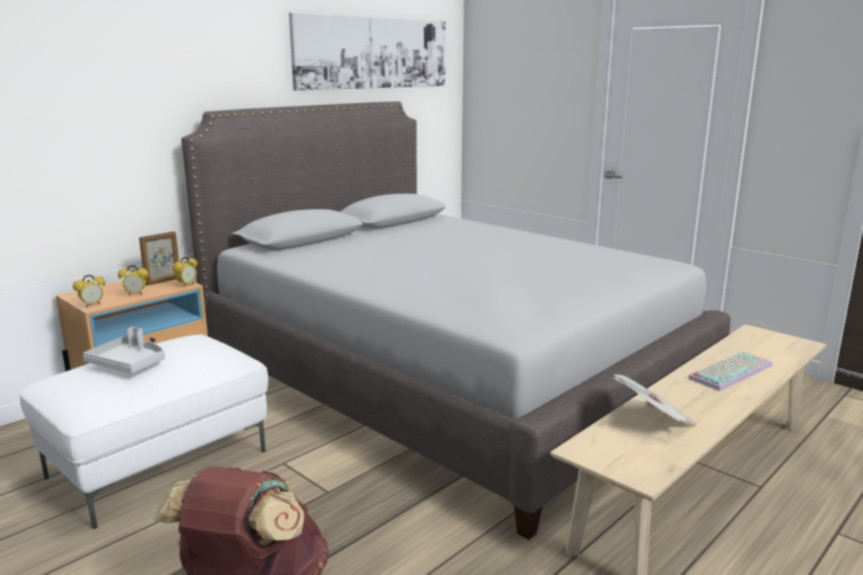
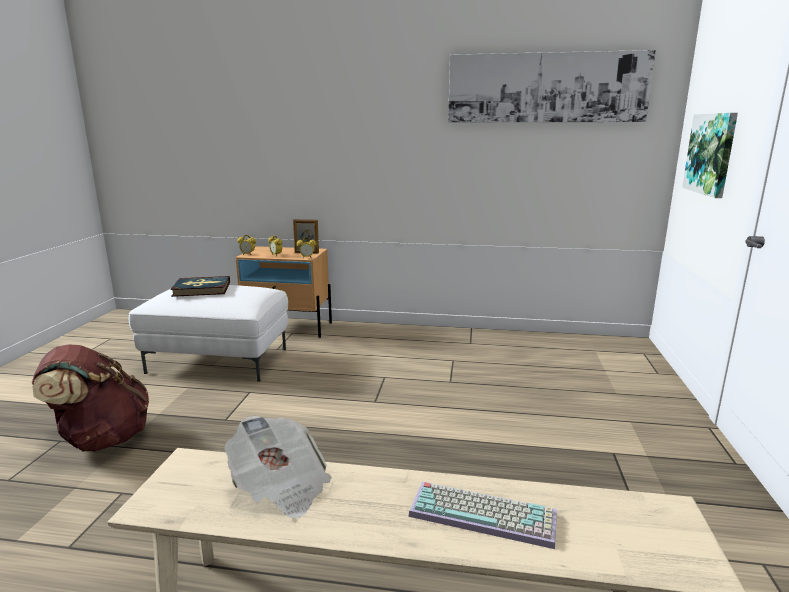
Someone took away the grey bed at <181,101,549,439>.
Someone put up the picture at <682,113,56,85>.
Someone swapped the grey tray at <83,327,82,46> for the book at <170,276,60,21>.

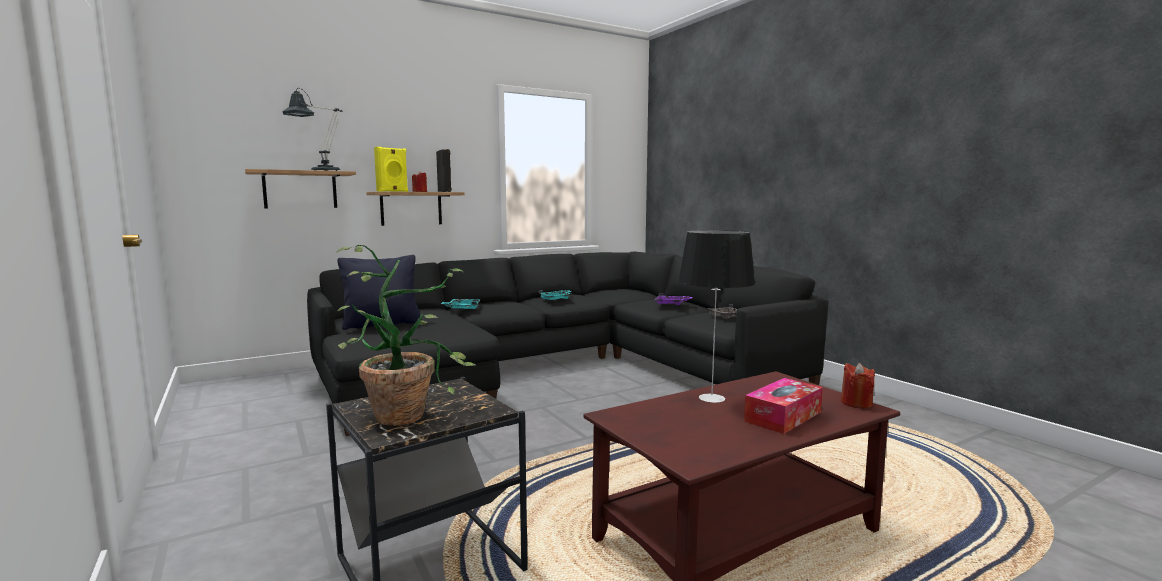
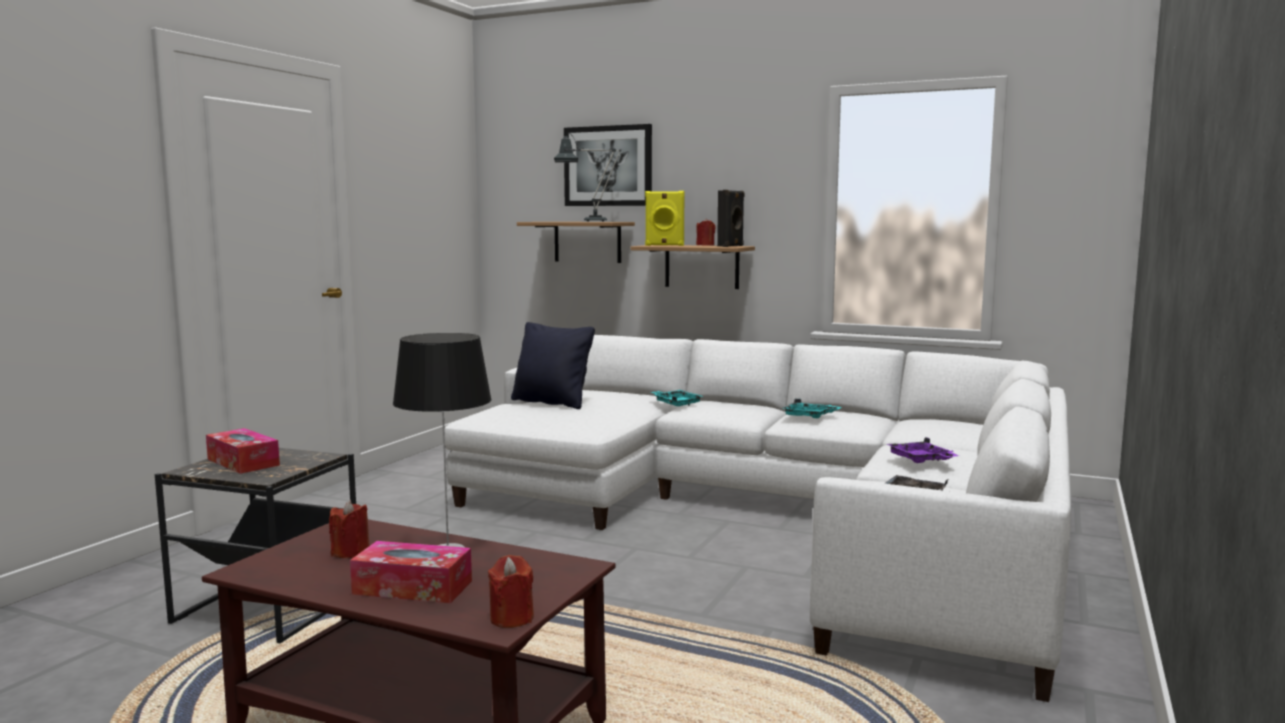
Someone put down the red candle at <329,500,41,58>.
Someone put up the picture at <564,124,88,82>.
Someone swapped the potted plant at <336,245,141,181> for the tissue box at <206,428,74,46>.
Someone repainted the black sofa at <307,252,521,184>, which became the white sofa at <445,335,626,367>.

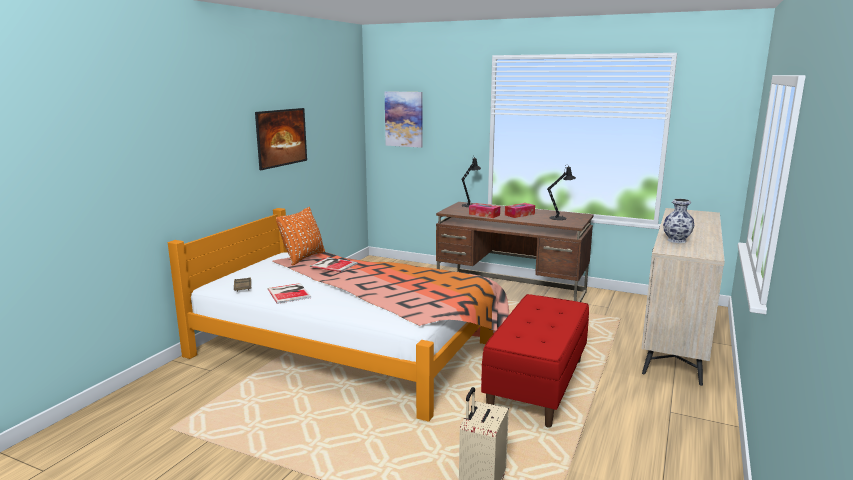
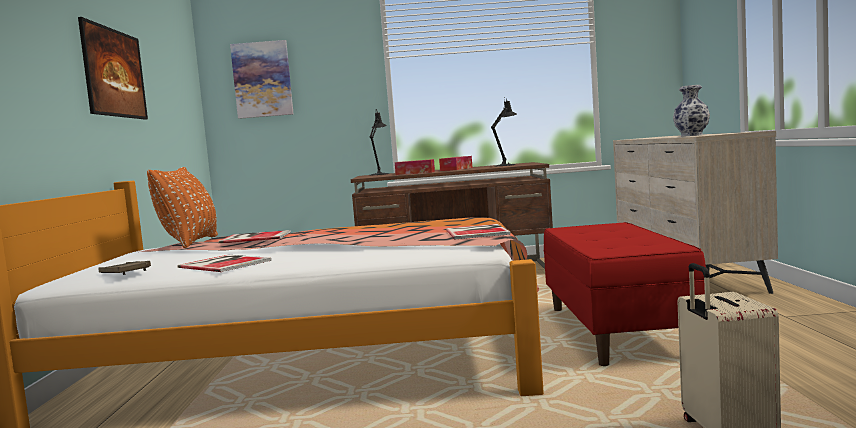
Someone put down the book at <446,224,65,15>.

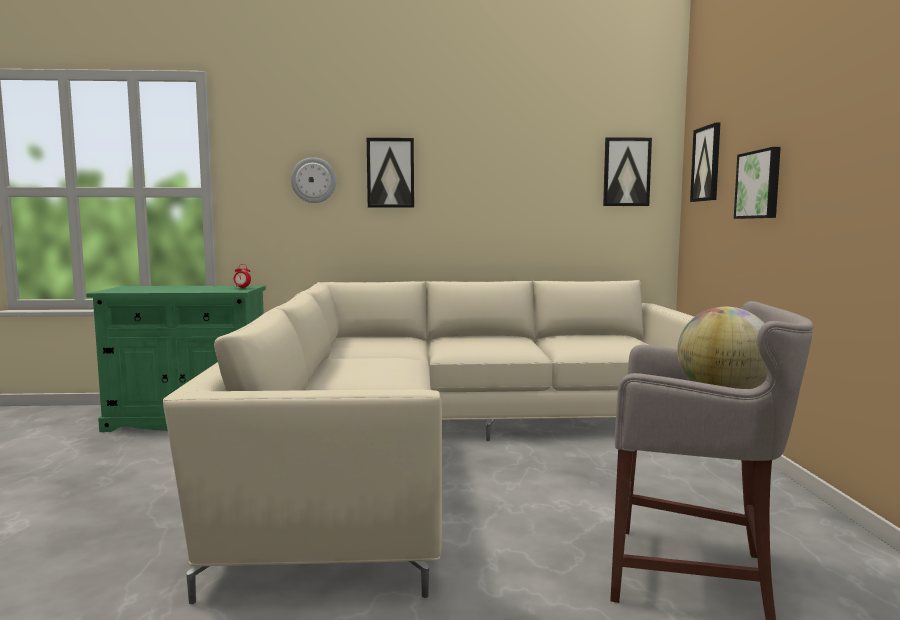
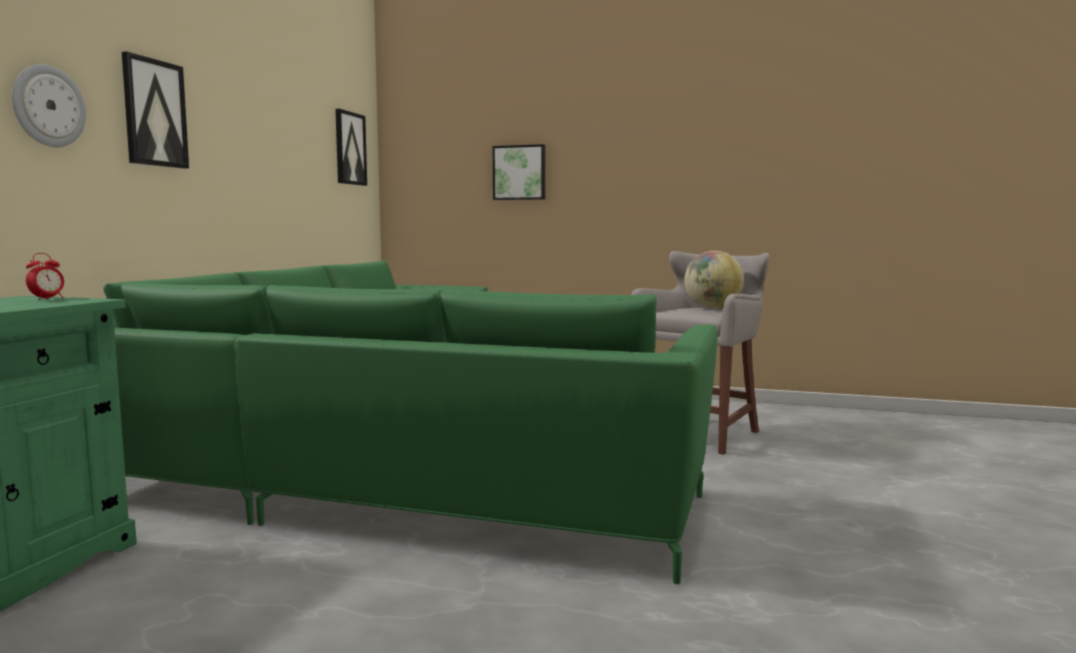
Someone took away the picture at <690,122,31,80>.
Someone repainted the beige sofa at <163,280,531,324>, which became the green sofa at <103,261,614,323>.

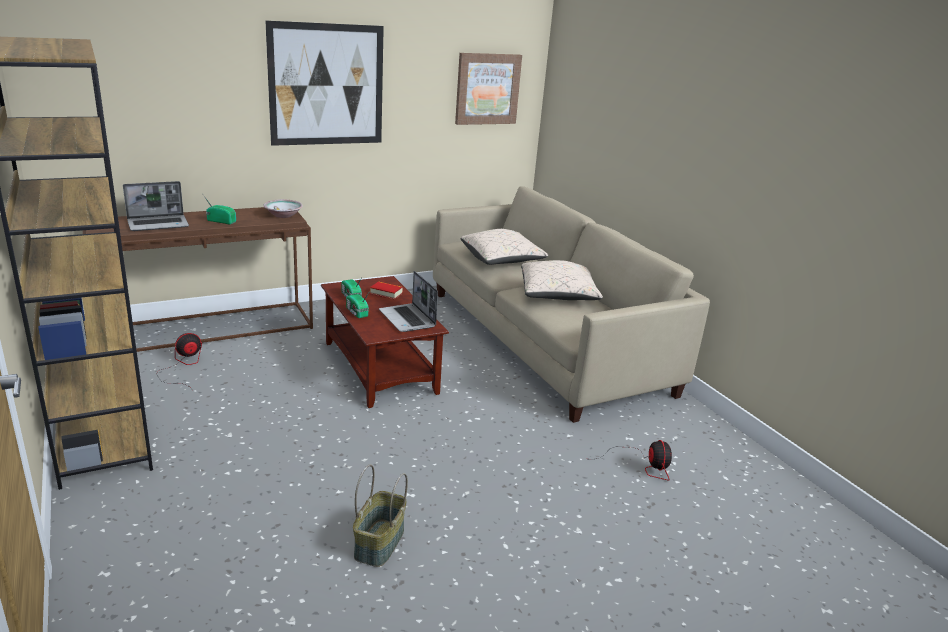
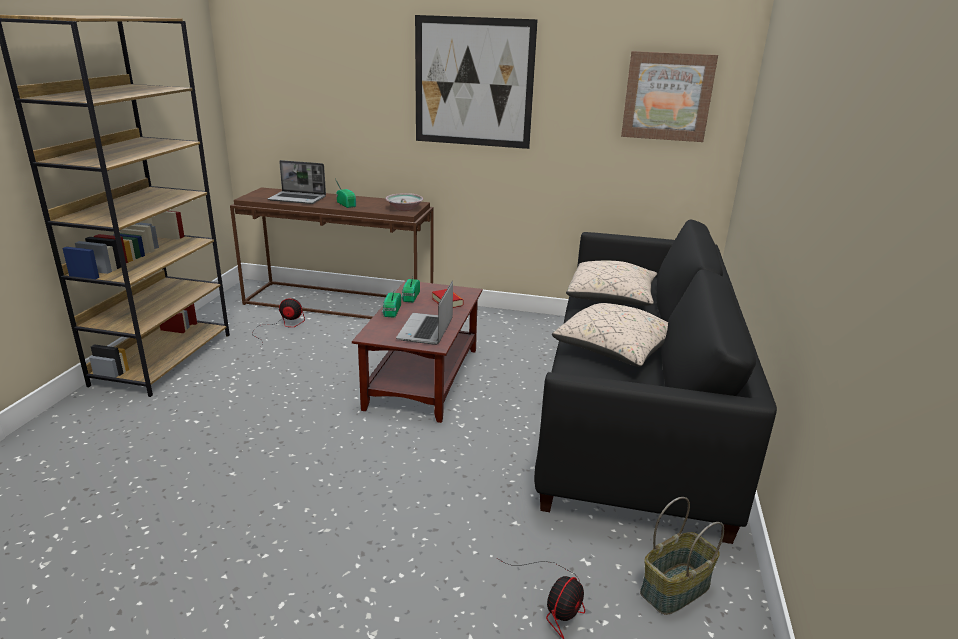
Someone carried the basket from <353,464,55,103> to <640,497,84,118>.
Someone repainted the beige sofa at <433,186,277,237>, which became the black sofa at <534,220,243,324>.

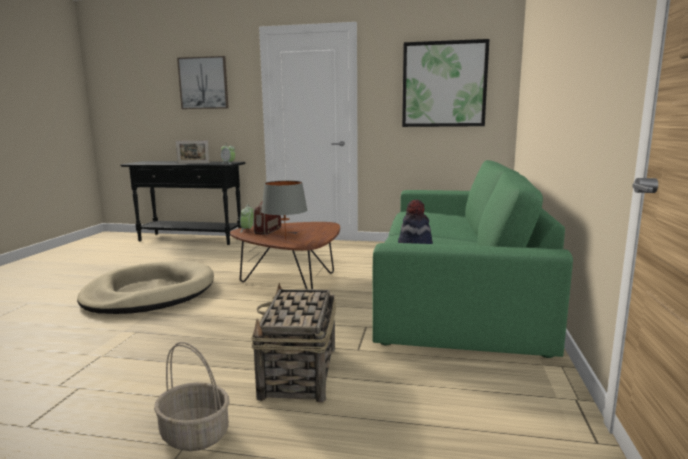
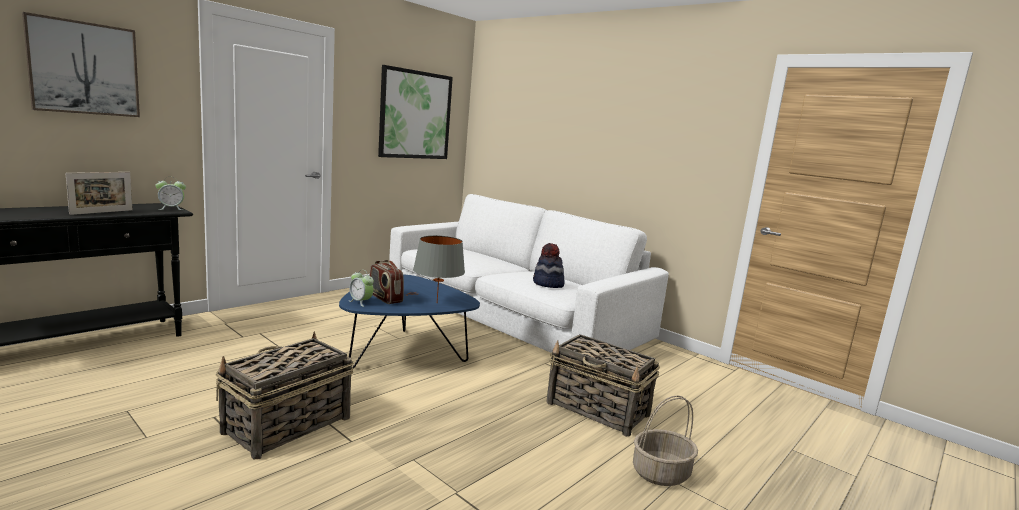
Someone swapped the beige dog bed at <77,261,137,53> for the basket at <216,331,137,128>.
Someone repainted the brown coffee table at <230,222,110,67>, which became the blue coffee table at <339,274,141,95>.
Someone repainted the green sofa at <372,160,201,198>, which became the white sofa at <389,194,280,159>.

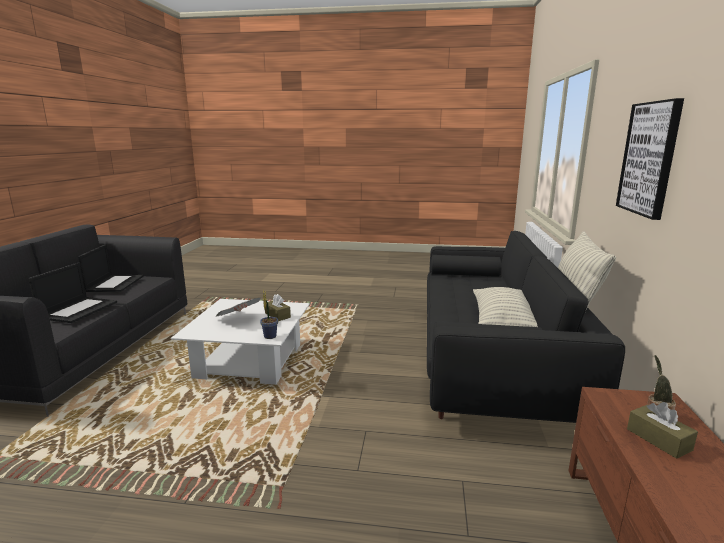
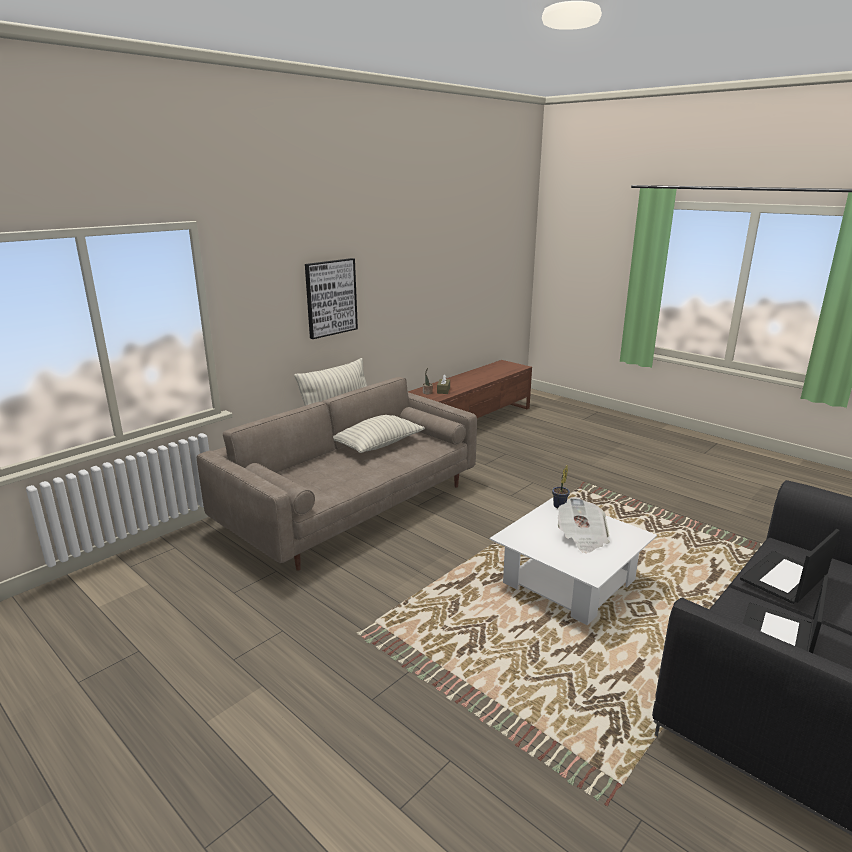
Someone took away the brown tissue box at <265,294,26,27>.
Someone repainted the black sofa at <427,231,198,192>, which became the beige sofa at <197,377,280,194>.

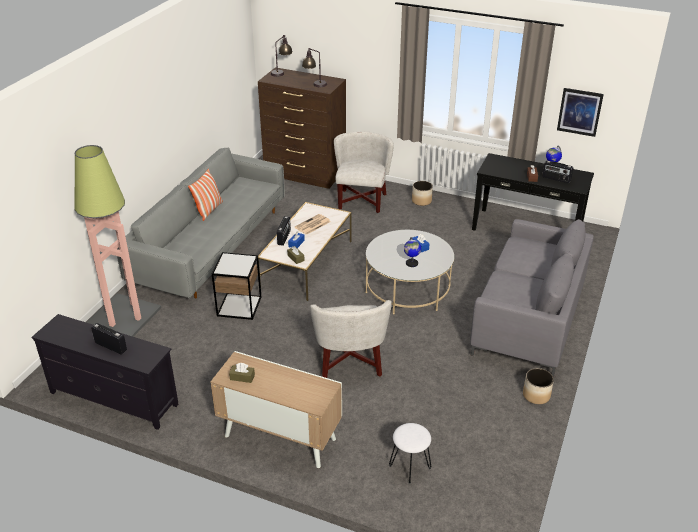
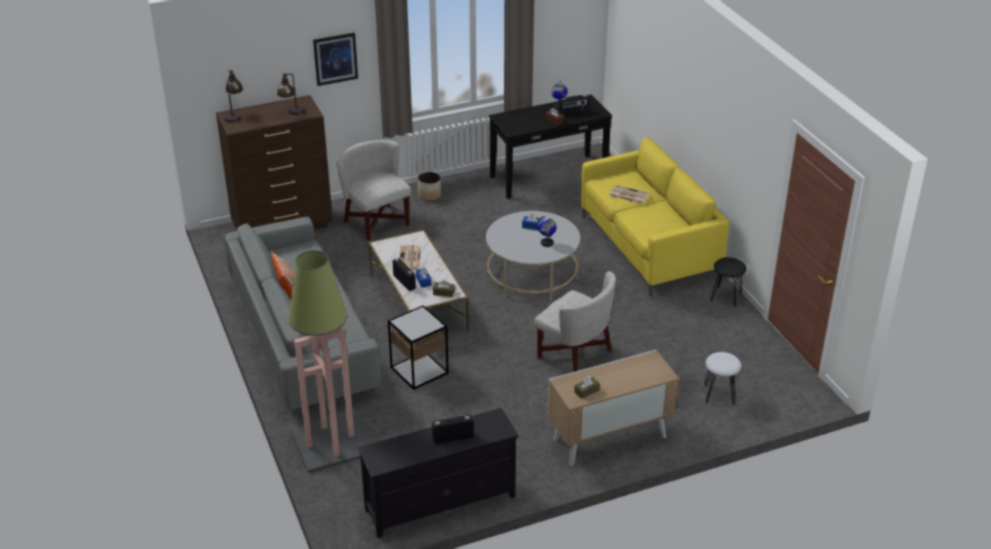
Someone put down the newspaper at <609,185,41,19>.
Someone carried the picture from <557,88,47,49> to <313,33,45,53>.
Someone swapped the planter at <523,368,31,36> for the black stool at <711,257,36,50>.
Someone repainted the grey sofa at <470,219,124,159>, which became the yellow sofa at <581,137,148,159>.

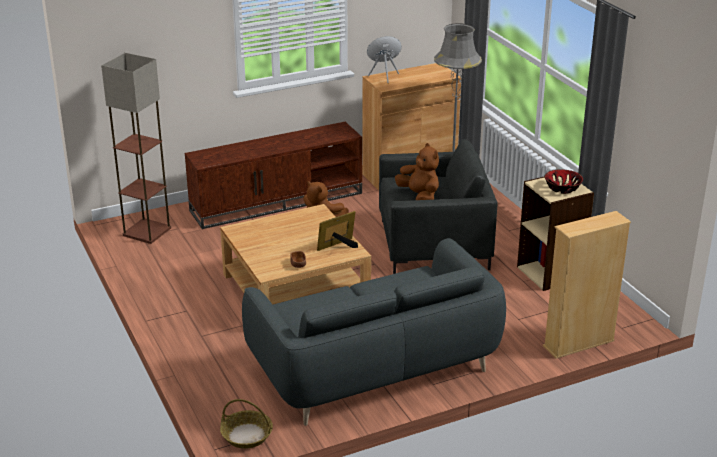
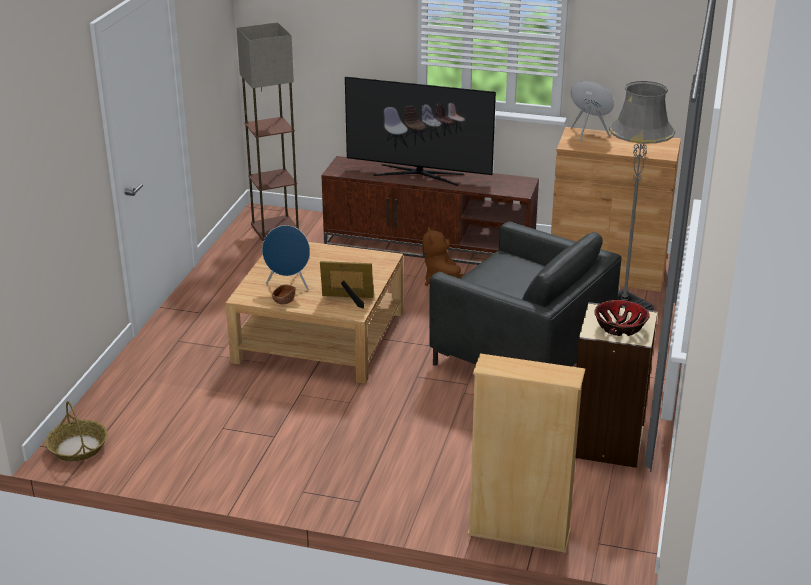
Someone took away the grey sofa at <242,238,264,188>.
Someone took away the brown plush toy at <395,143,44,57>.
Someone put down the blue speaker at <262,225,48,65>.
Someone put down the television at <345,77,151,109>.

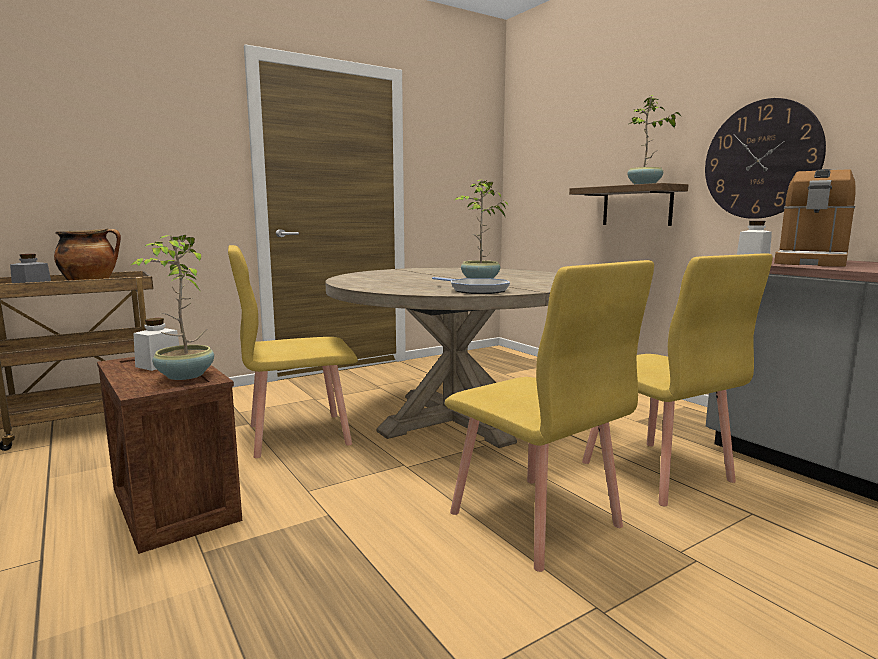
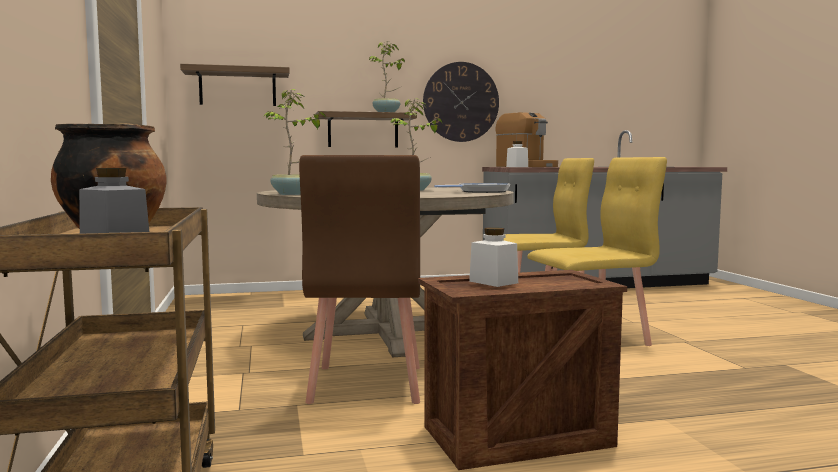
Someone put up the shelf at <180,64,110,42>.
Someone carried the potted plant from <131,235,83,145> to <264,89,62,106>.
Someone repainted the yellow chair at <228,245,130,213>, which became the brown chair at <299,155,121,249>.

